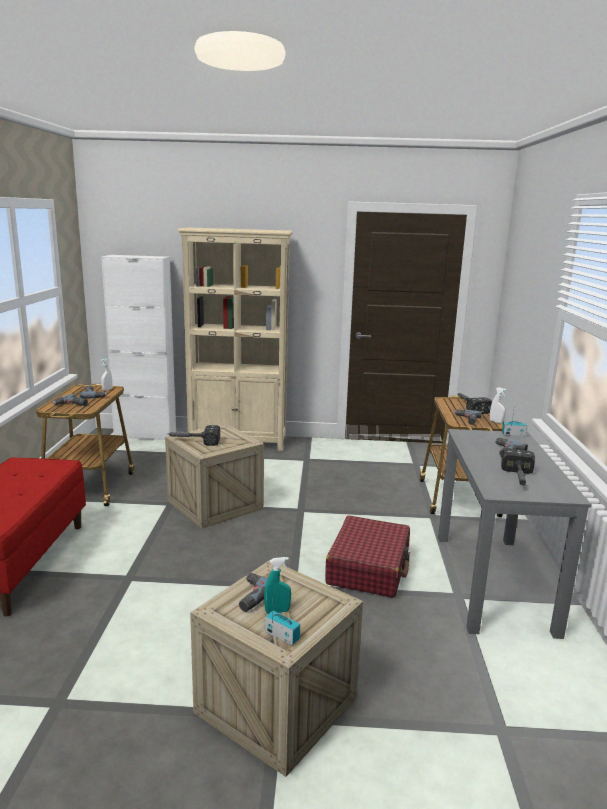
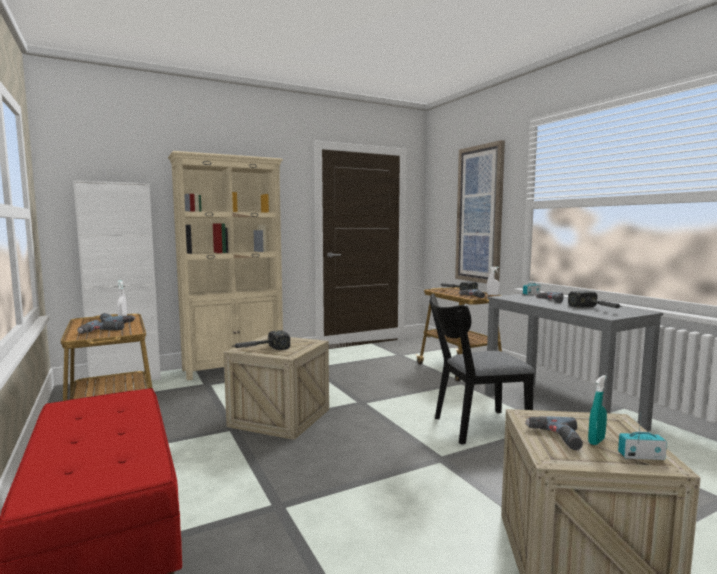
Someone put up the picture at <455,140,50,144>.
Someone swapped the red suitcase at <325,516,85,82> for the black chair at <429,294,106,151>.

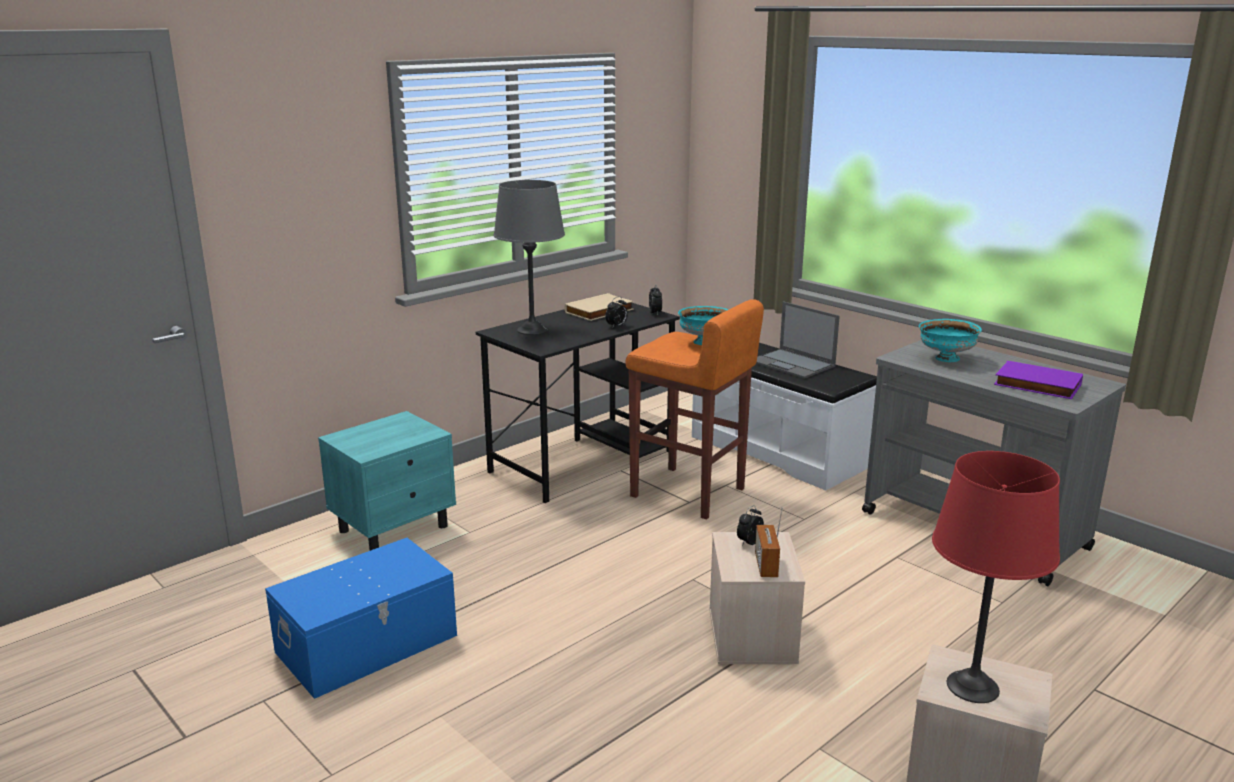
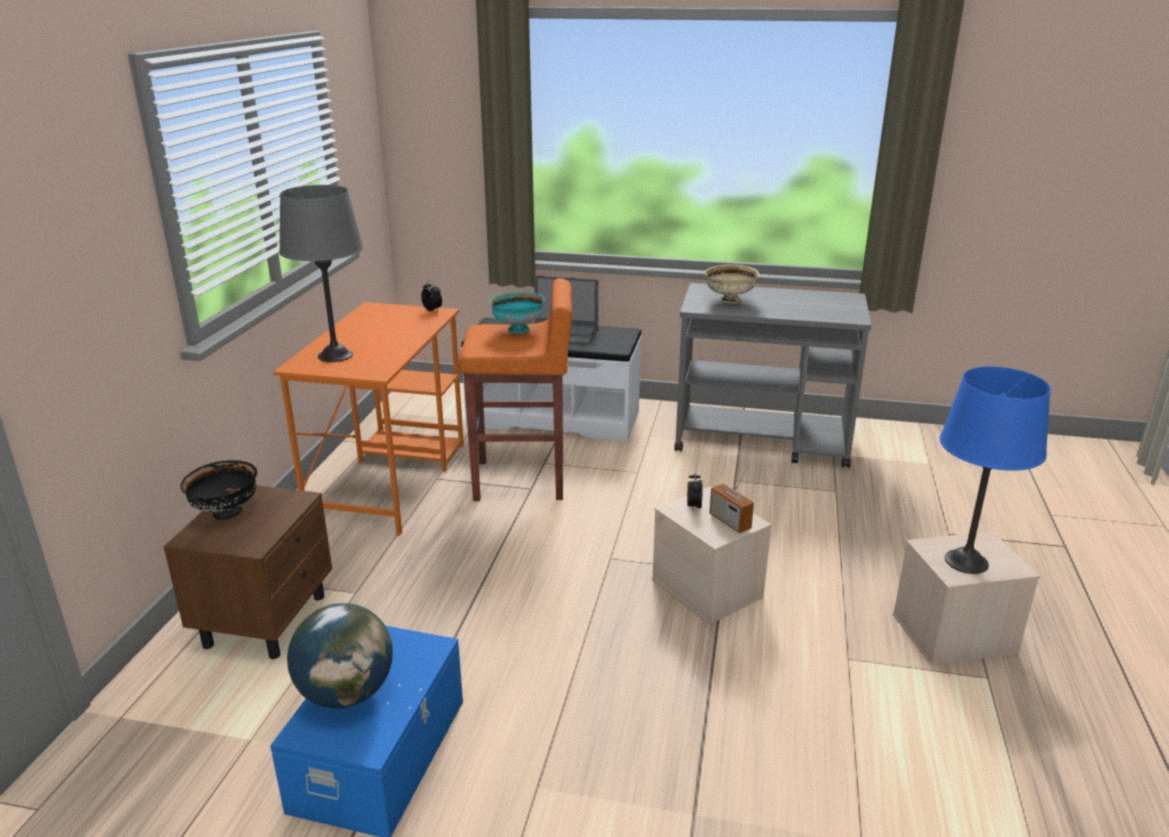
Someone took away the beige book at <565,293,69,28>.
Someone took away the alarm clock at <605,296,23,31>.
Someone took away the purple book at <994,361,89,38>.
Someone put down the black bowl at <181,460,76,60>.
Someone put down the globe at <287,603,106,106>.
Someone repainted the turquoise nightstand at <318,411,138,140>, which became the brown nightstand at <163,485,169,174>.
Someone repainted the black desk at <476,303,204,200>, which became the orange desk at <273,302,191,234>.
Someone repainted the turquoise bowl at <919,319,63,43>, which became the beige bowl at <705,264,54,40>.
Someone repainted the red table lamp at <932,451,128,252>, which became the blue table lamp at <940,366,111,208>.

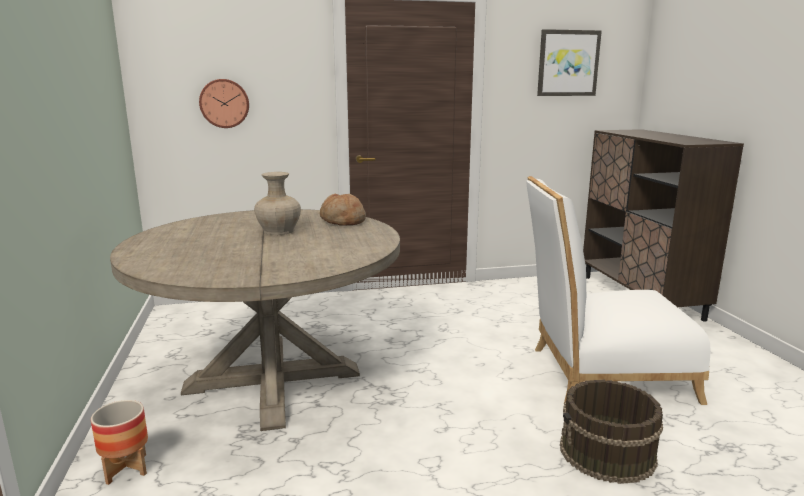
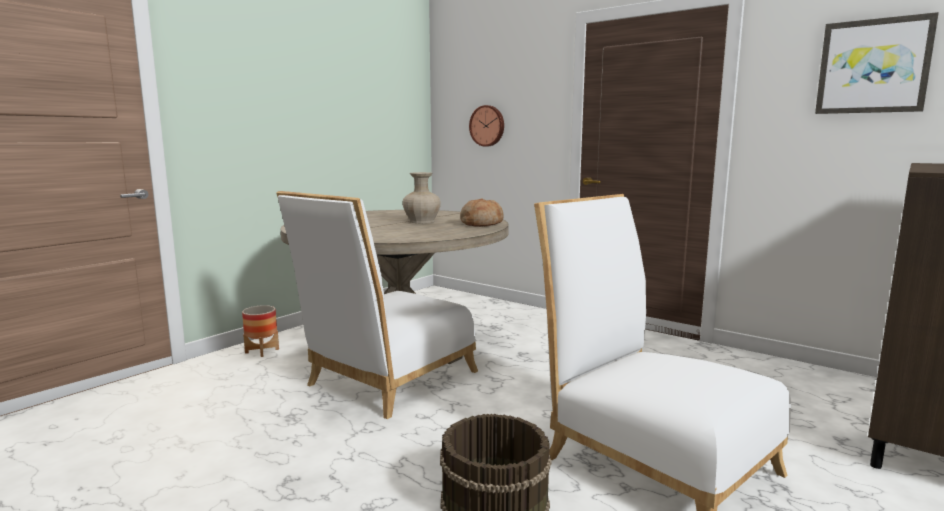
Someone put down the white chair at <277,191,201,228>.

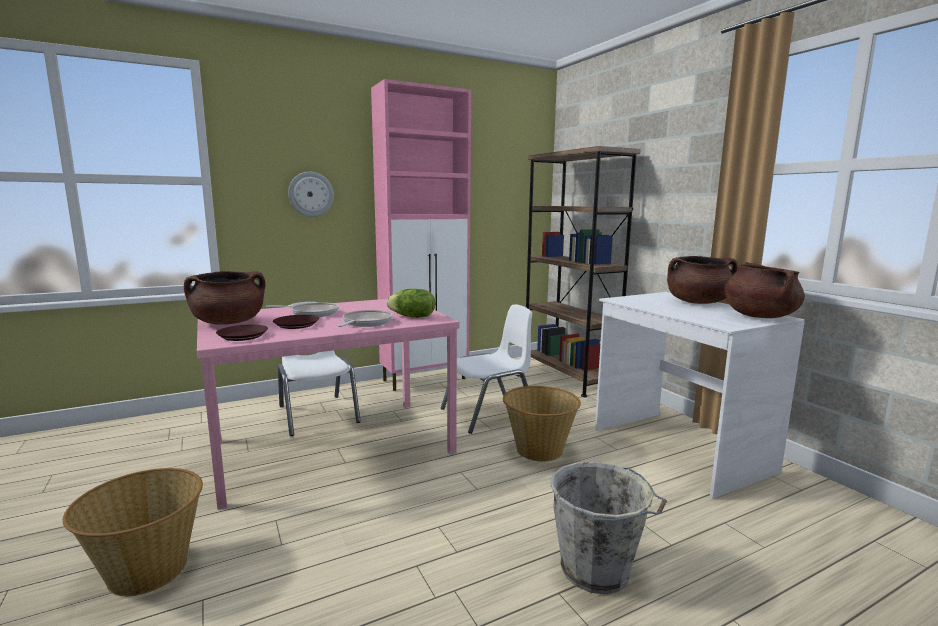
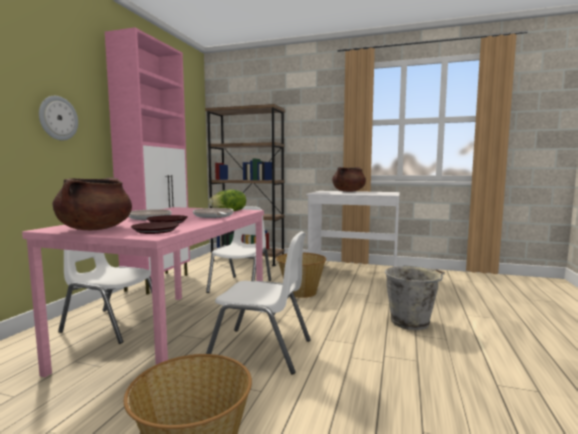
Someone took away the brown cooking pot at <724,262,81,56>.
Someone put down the white chair at <206,231,105,143>.

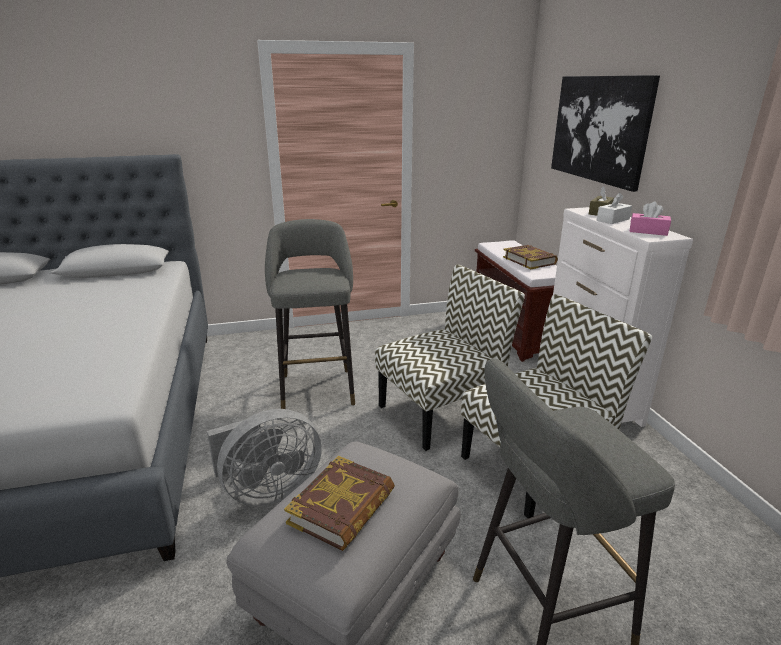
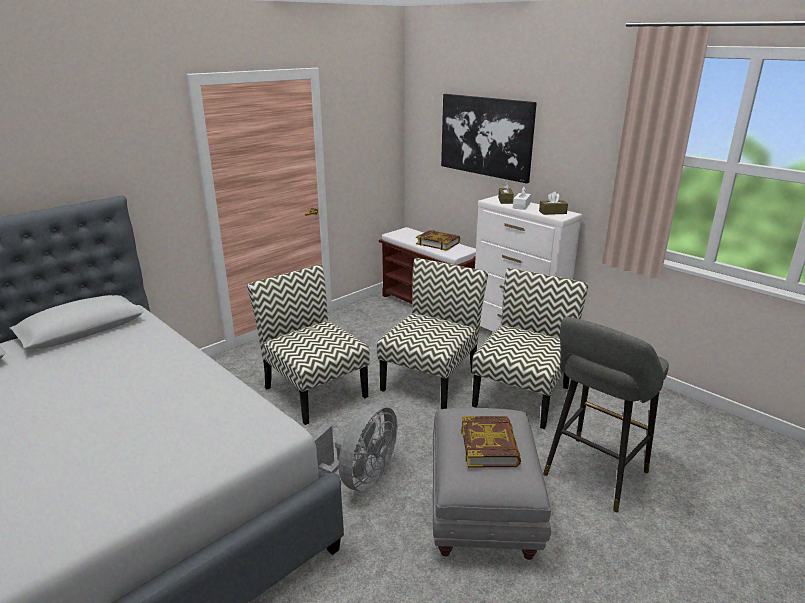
Someone swapped the grey stool at <265,219,90,190> for the chair at <247,265,123,160>.
Someone repainted the pink tissue box at <629,201,42,35>, which became the brown tissue box at <539,192,29,23>.

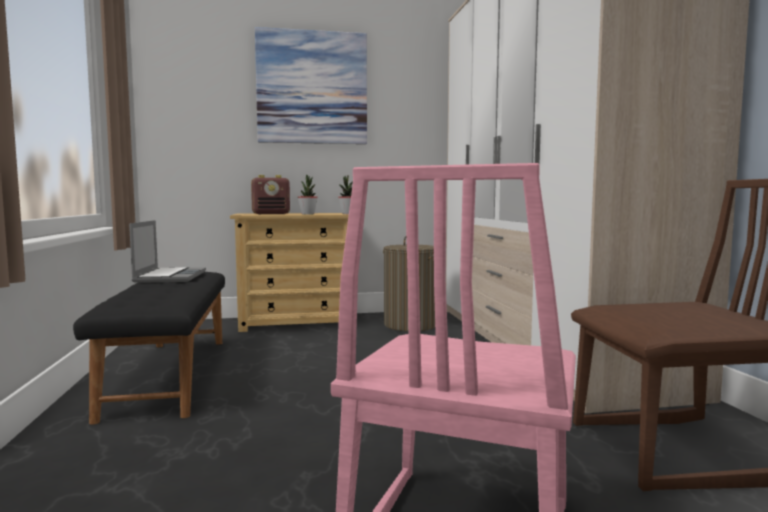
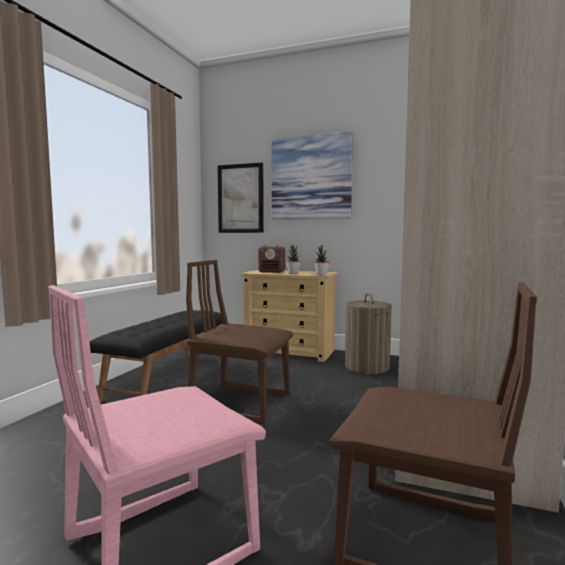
Someone took away the laptop at <129,220,77,63>.
Someone put down the brown chair at <186,260,107,164>.
Someone put up the picture at <217,162,47,71>.

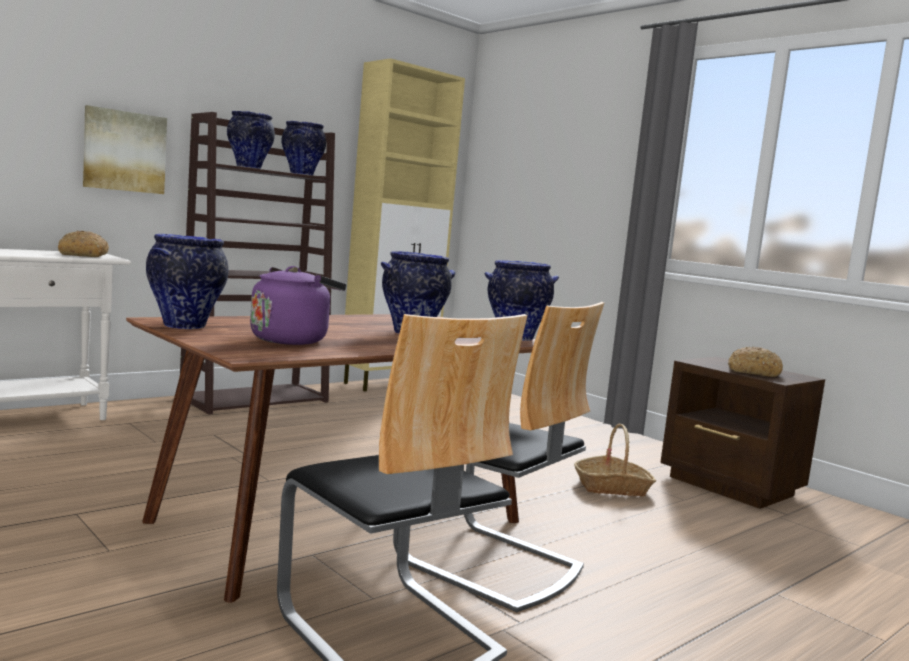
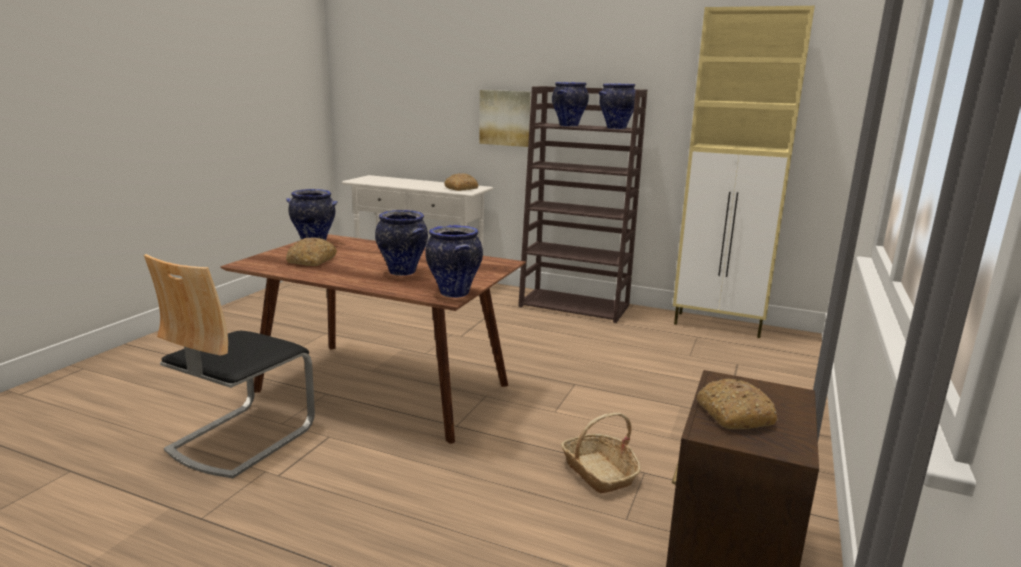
Someone took away the chair at <393,302,211,310>.
Someone swapped the purple kettle at <250,266,97,79> for the bread at <286,238,51,28>.

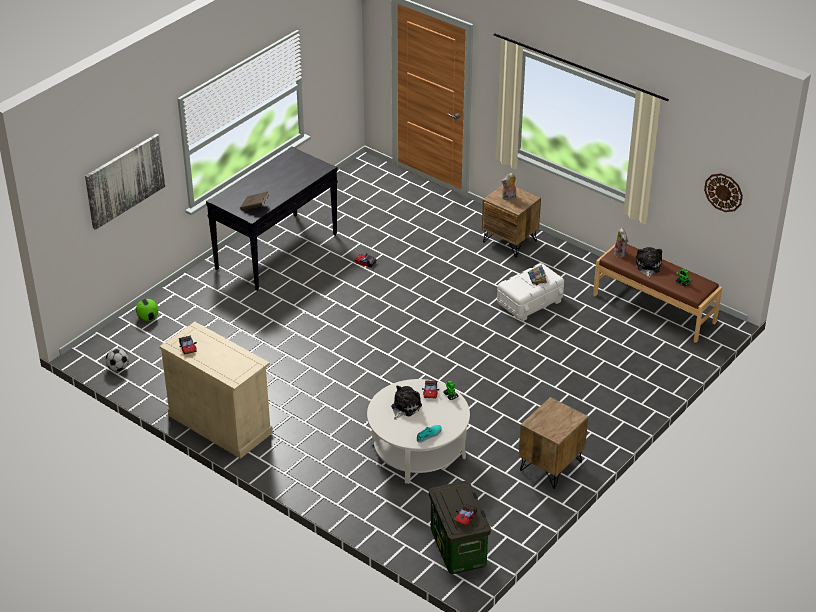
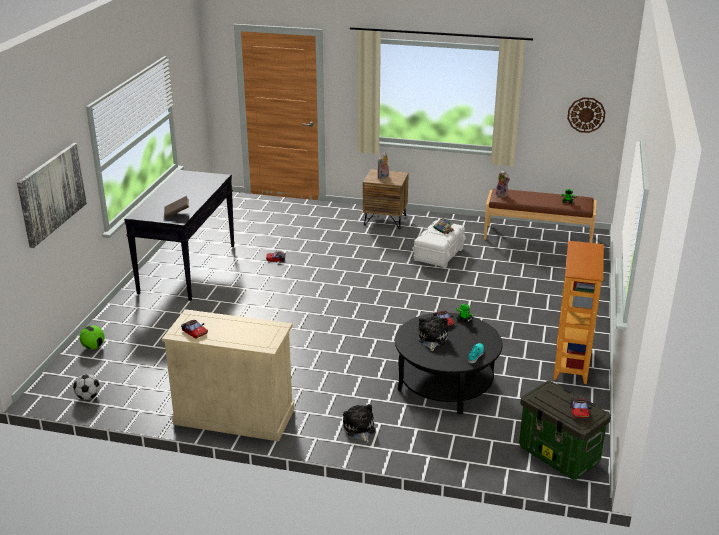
Someone carried the plush toy from <636,247,26,31> to <343,404,32,39>.
Someone swapped the brown nightstand at <519,397,69,92> for the bookcase at <553,241,51,143>.
Someone repainted the white coffee table at <367,379,103,105>, which became the black coffee table at <395,313,107,102>.

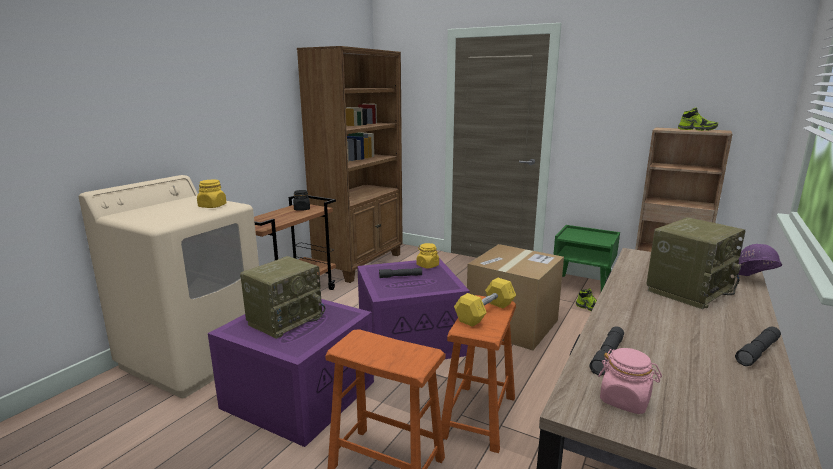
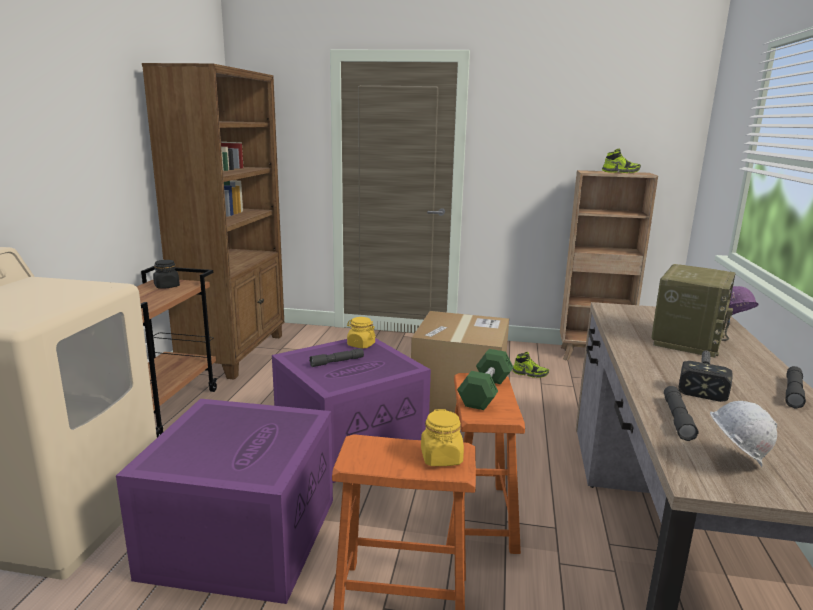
Someone took away the radio at <240,256,85,83>.
Someone took away the green nightstand at <553,225,67,67>.
Someone put down the hammer at <678,351,55,51>.
Someone carried the yellow jar from <197,180,30,28> to <421,409,43,57>.
Someone swapped the pink jar at <598,348,64,66> for the white hard hat at <710,401,67,67>.
Someone repainted the yellow dumbbell at <454,278,62,49>, which became the green dumbbell at <457,349,56,61>.

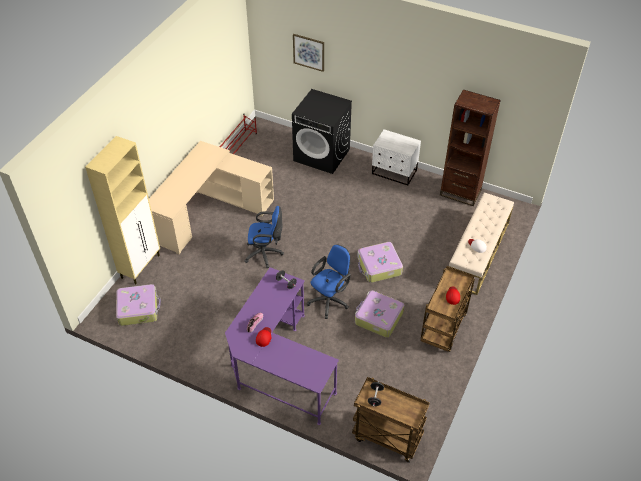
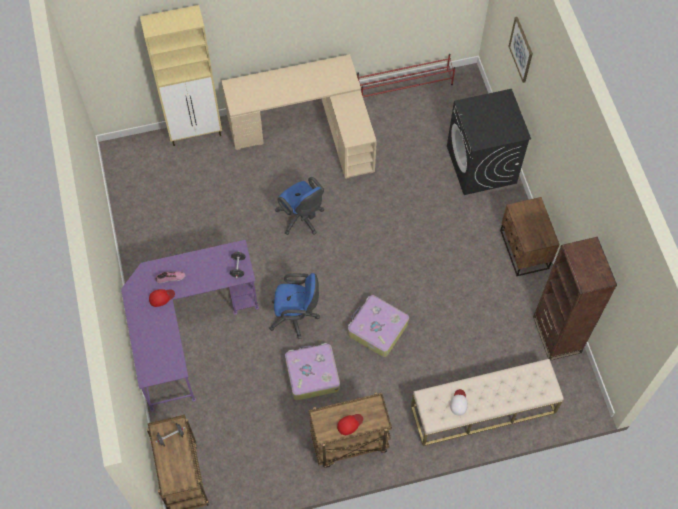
Someone took away the suitcase at <116,284,45,42>.
Someone repainted the white nightstand at <372,129,49,57>, which became the brown nightstand at <500,197,60,80>.

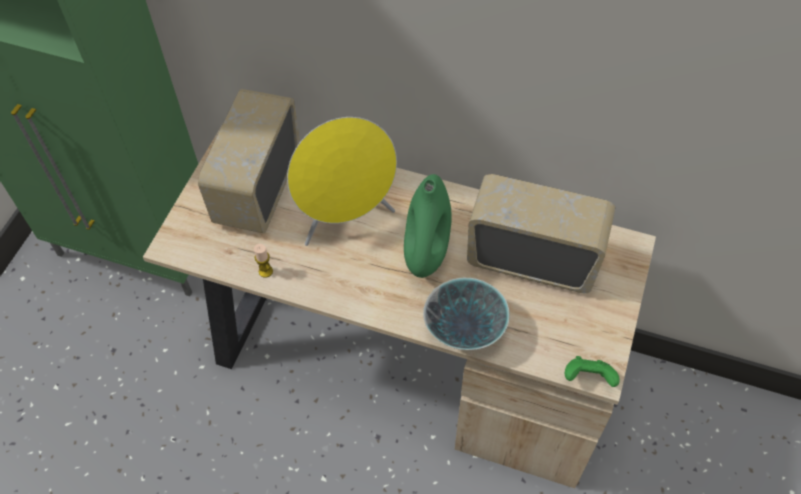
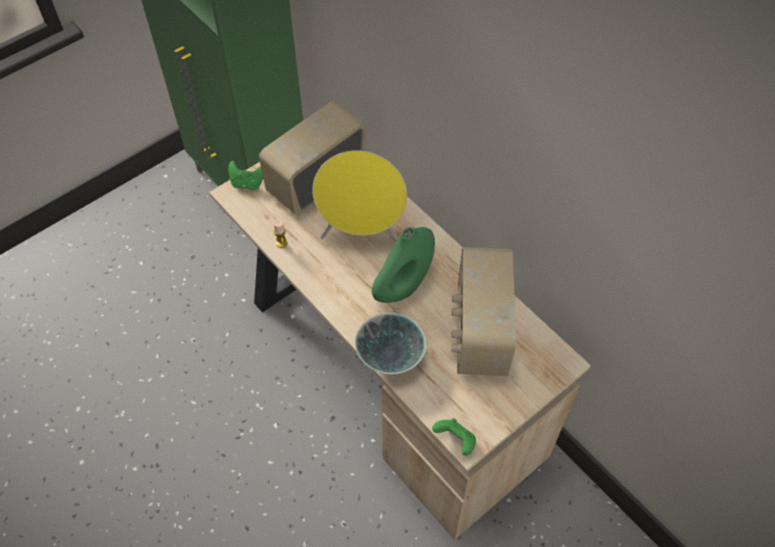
Someone put down the green game controller at <228,161,35,29>.
Someone rotated the radio at <467,174,148,119> by 135 degrees counterclockwise.

